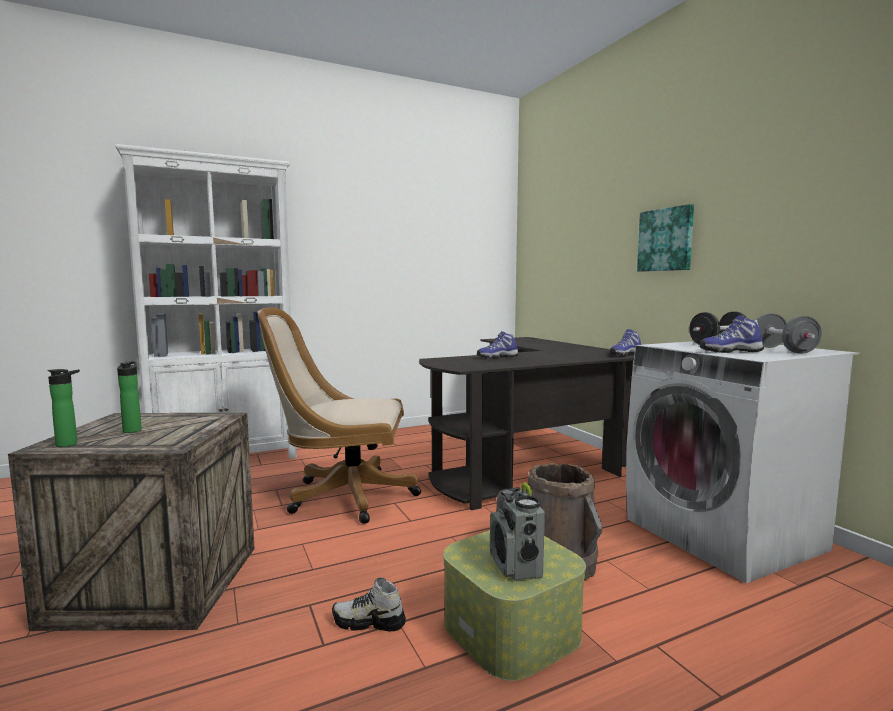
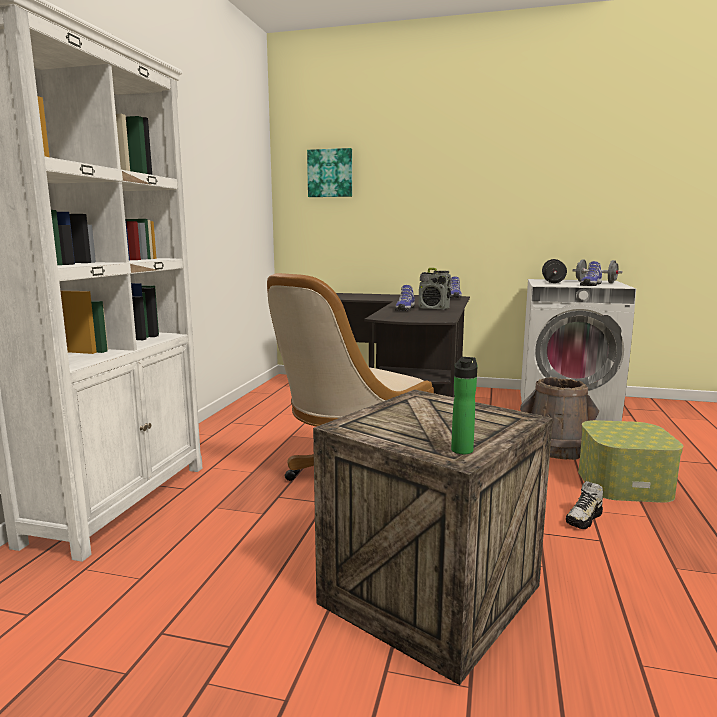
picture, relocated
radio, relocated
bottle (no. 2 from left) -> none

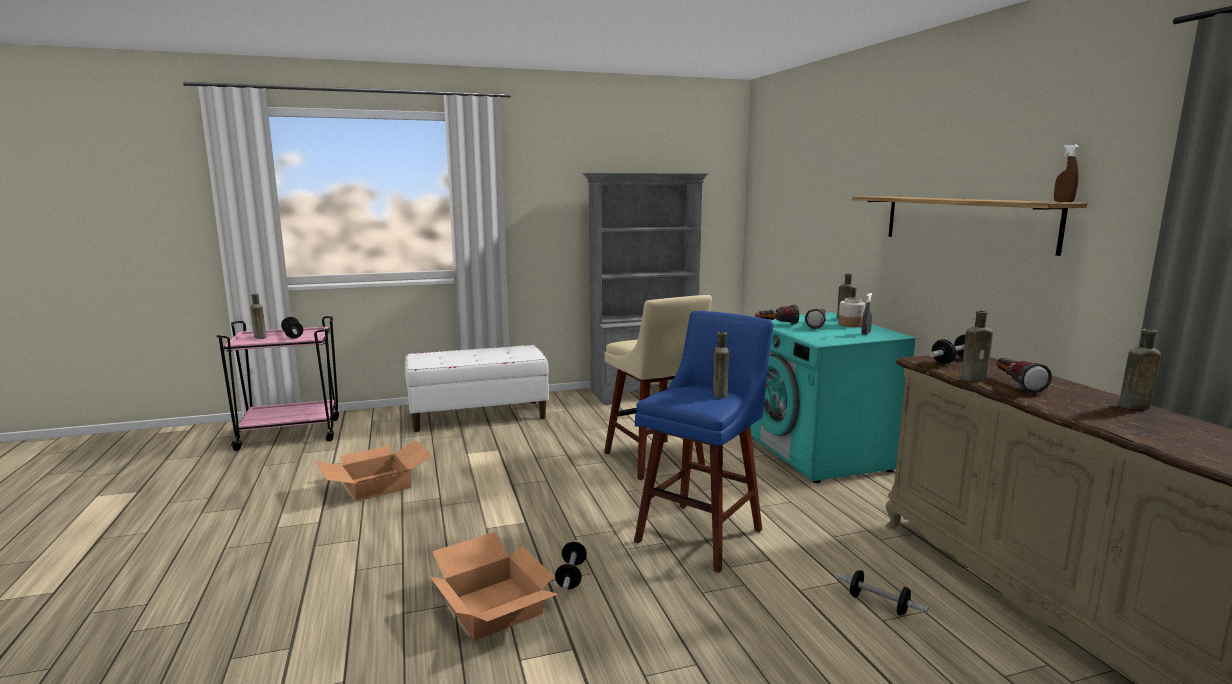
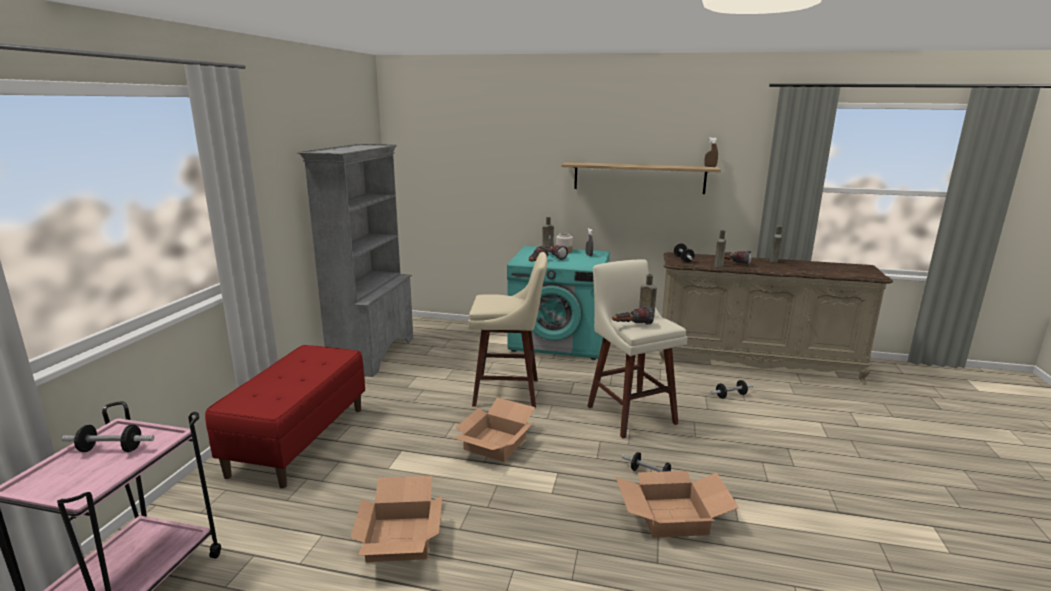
white bench -> red bench
none -> cardboard box (no. 2 from left)
blue stool -> beige stool (no. 2 from left)
none -> flashlight (no. 3 from left)
brown bottle (no. 1 from left) -> none

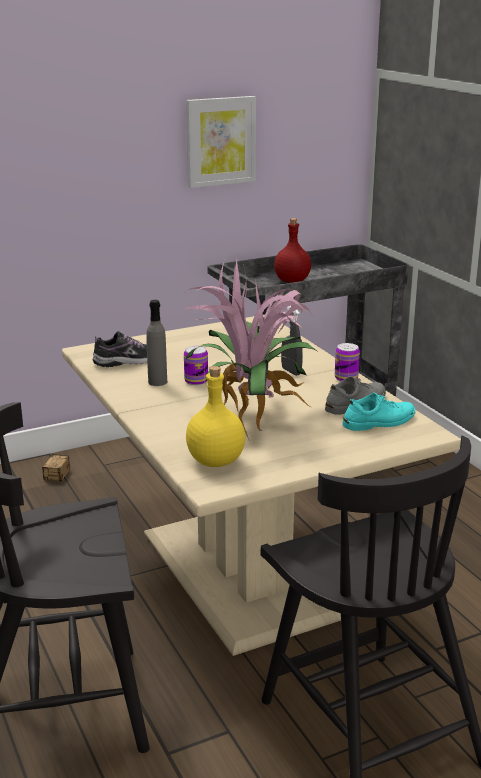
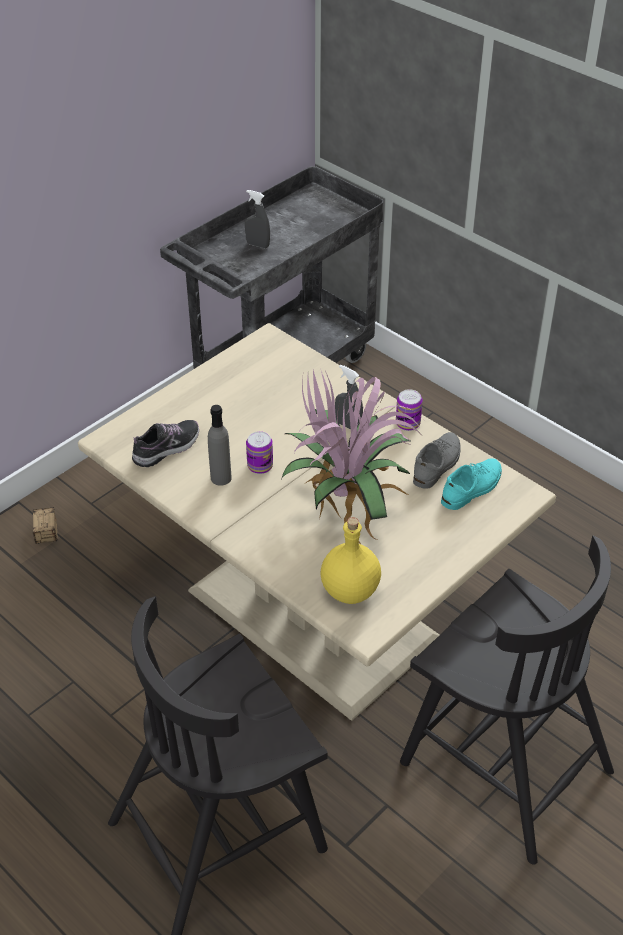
red bottle -> grey spray bottle (no. 1 from left)
picture -> none

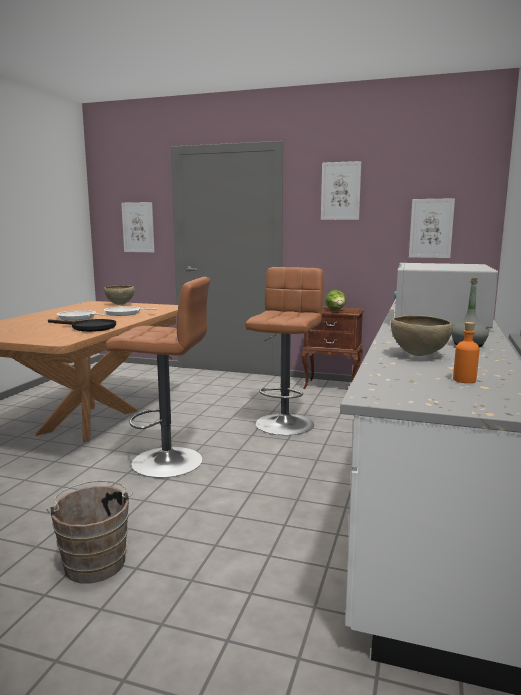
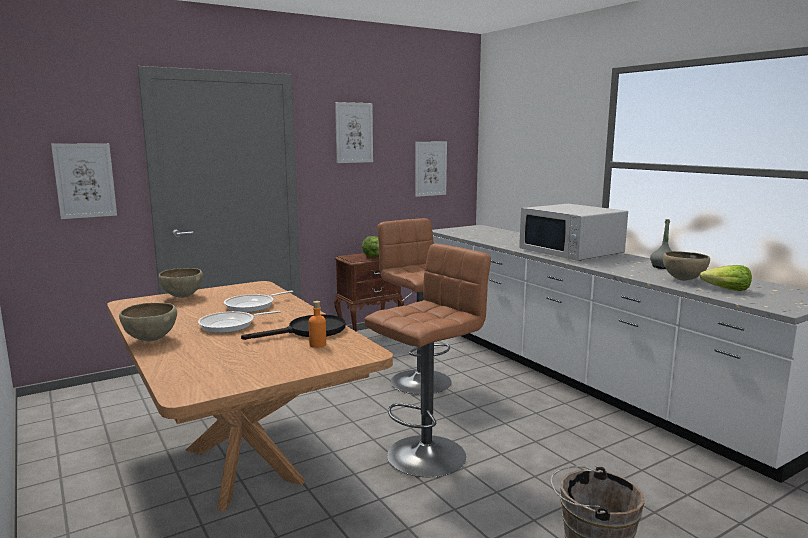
none -> brown bowl (no. 1 from left)
orange bottle, relocated
none -> lettuce (no. 2 from left)

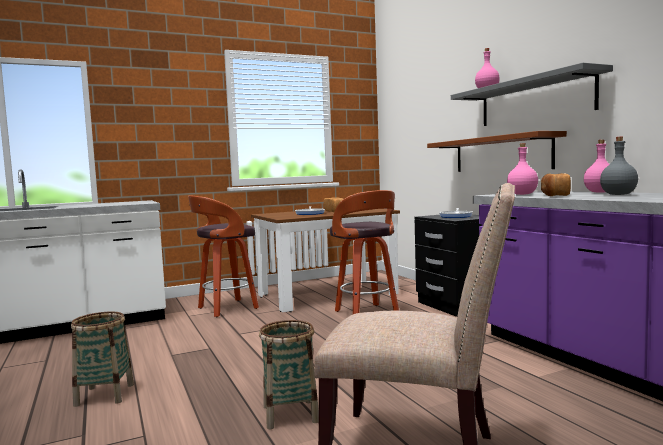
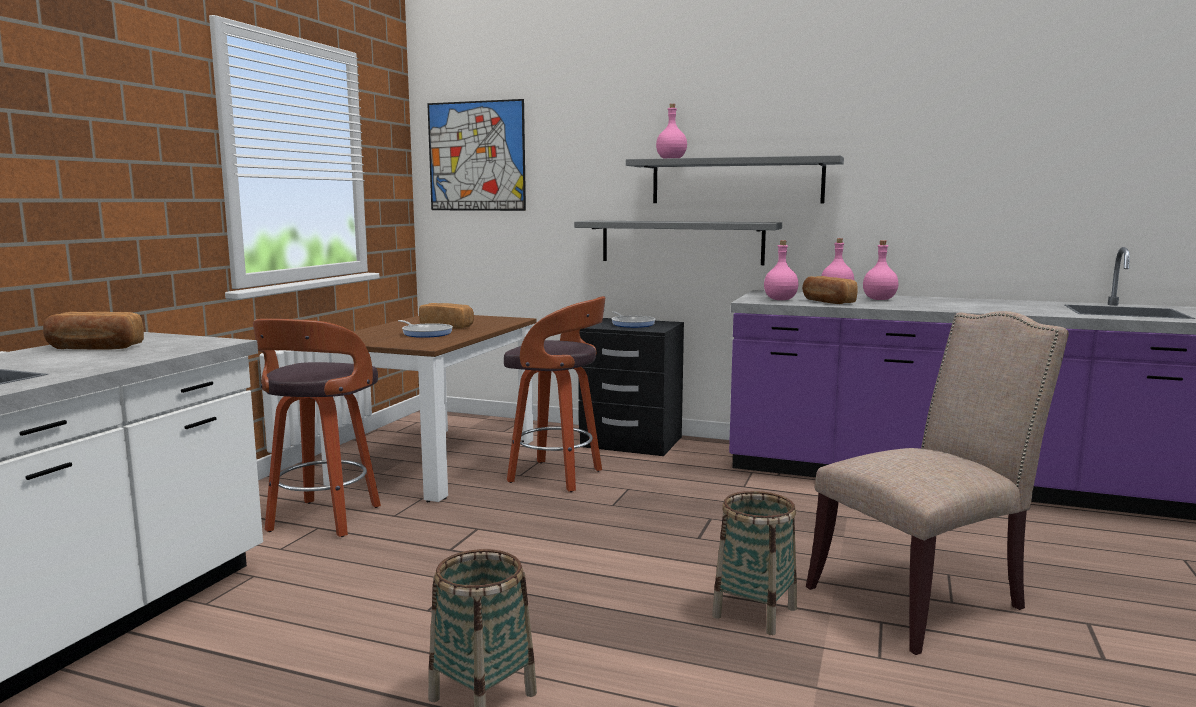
none -> bread (no. 1 from left)
none -> picture
brown shelf -> grey shelf (no. 1 from left)
grey bottle -> pink bottle (no. 4 from left)

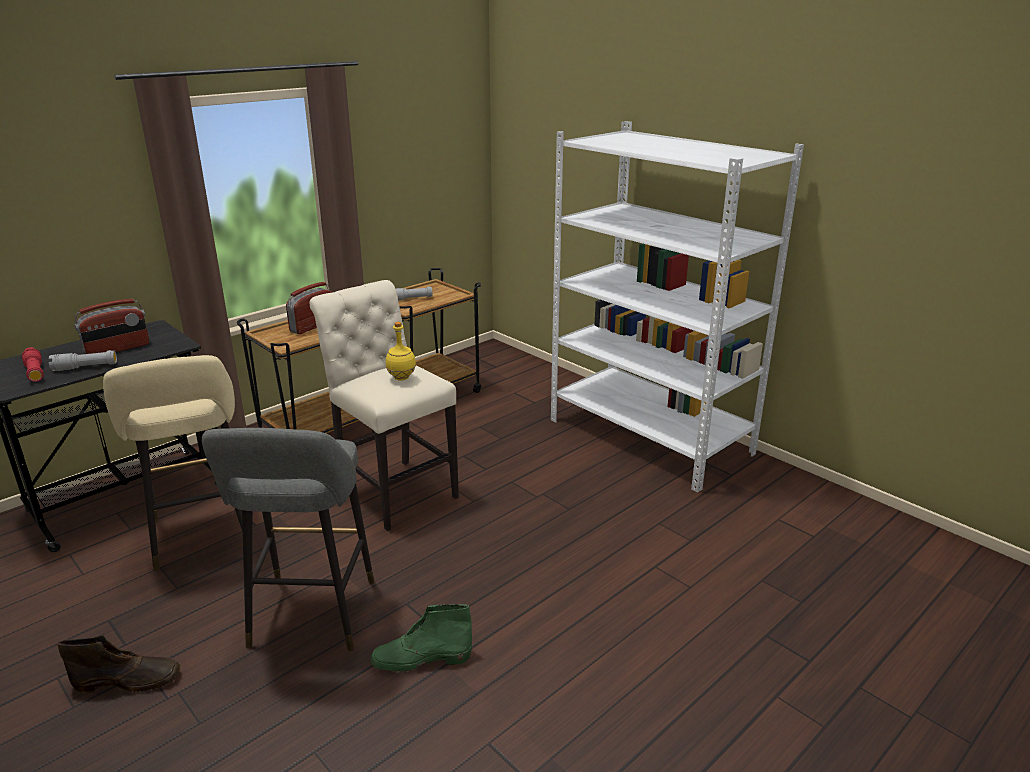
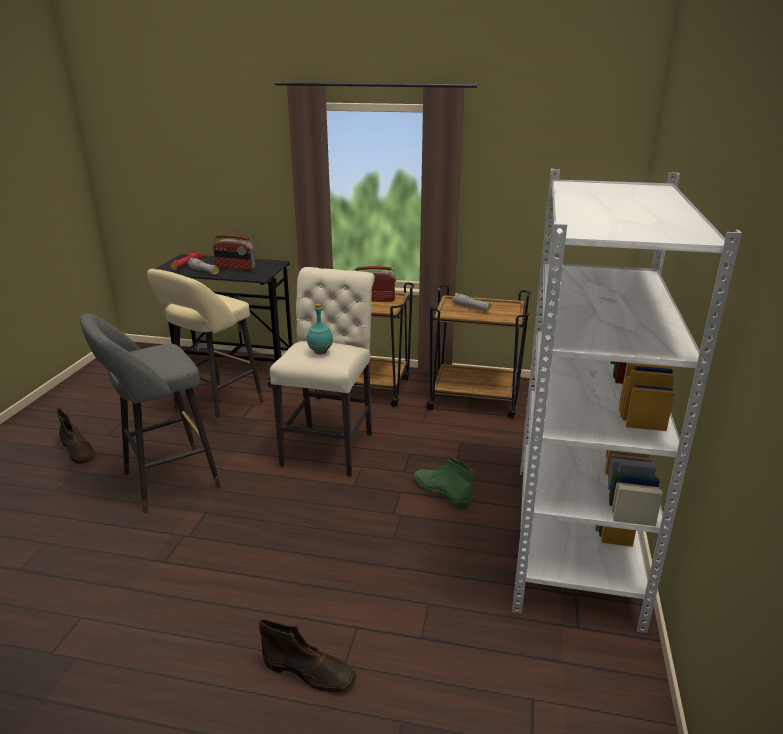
none -> brown boot (no. 2 from left)
yellow bottle -> turquoise bottle
green boot, relocated

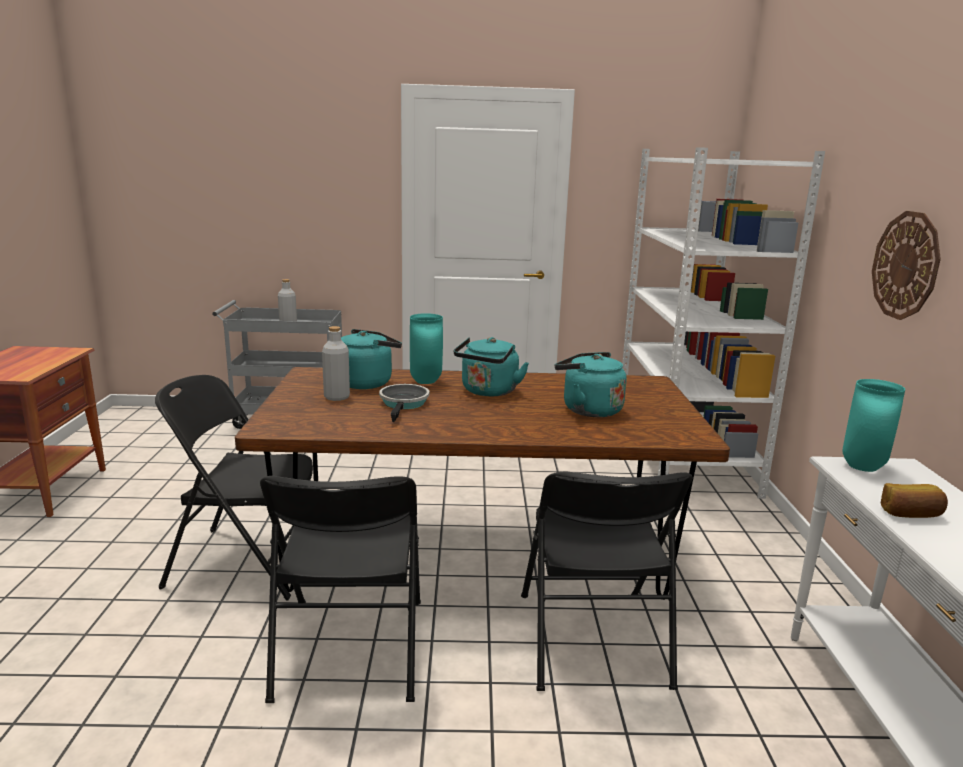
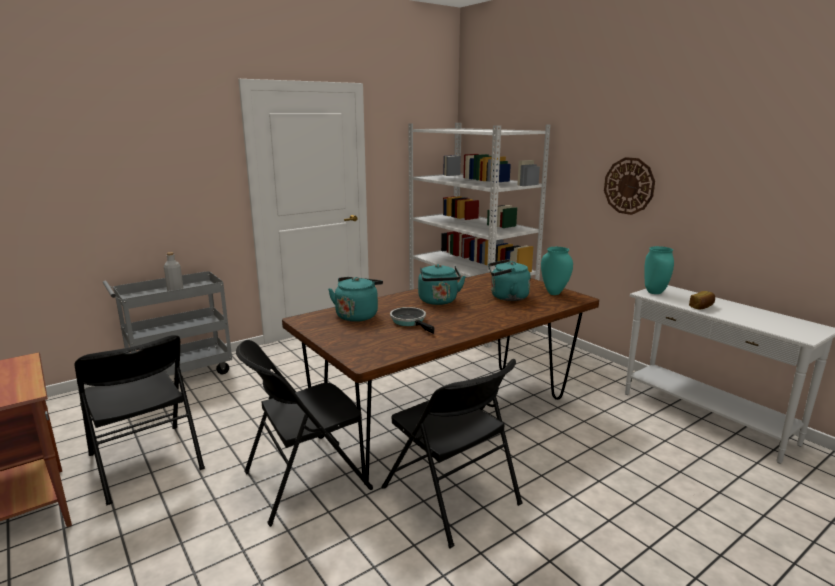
black chair (no. 3 from left in the first image) -> black chair (no. 1 from left), relocated
turquoise vase (no. 1 from left), relocated
grey bottle (no. 2 from left) -> none

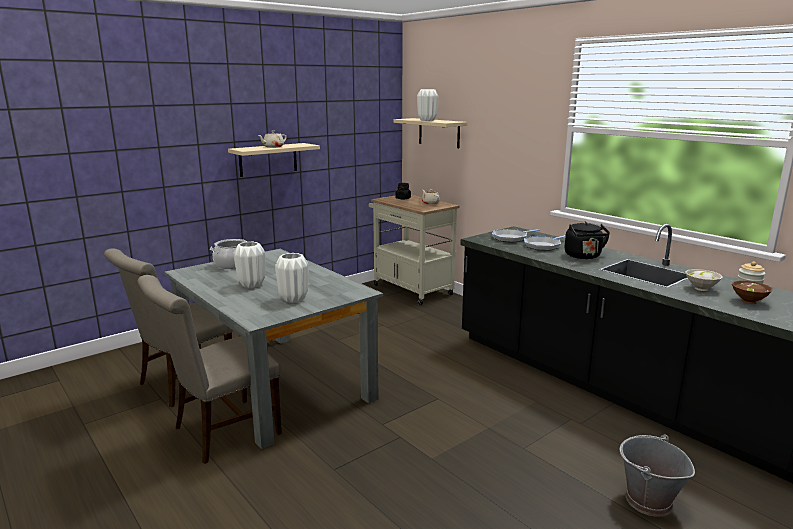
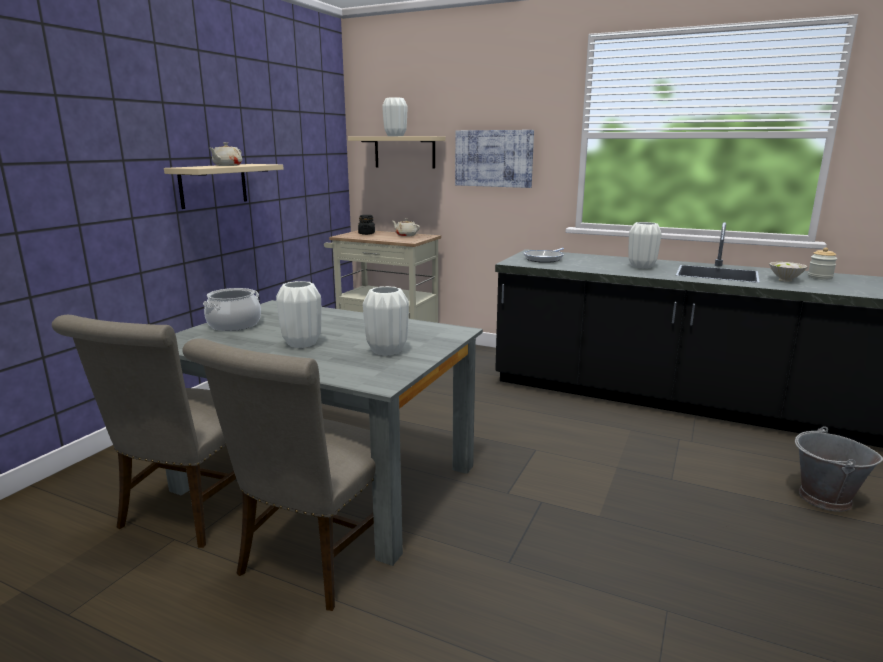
none -> picture
black kettle -> white vase (no. 4 from left)
frying pan (no. 2 from left) -> none
brown bowl -> none

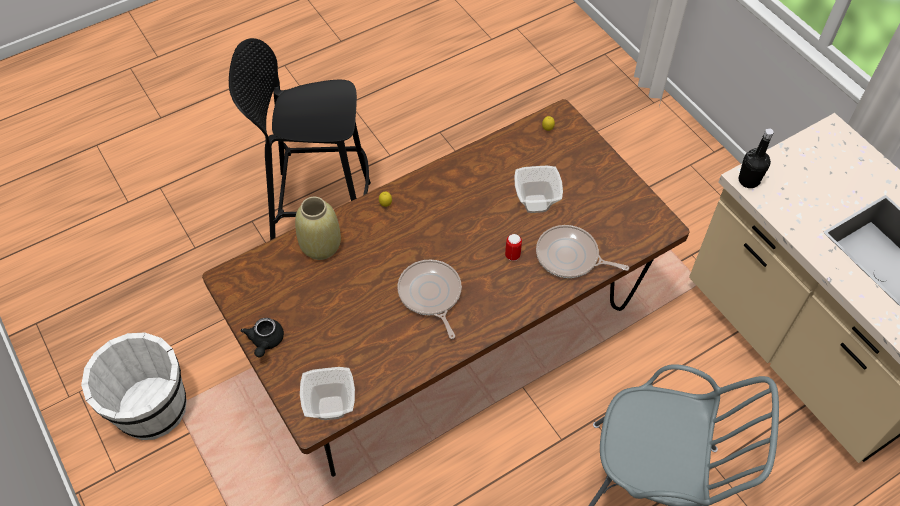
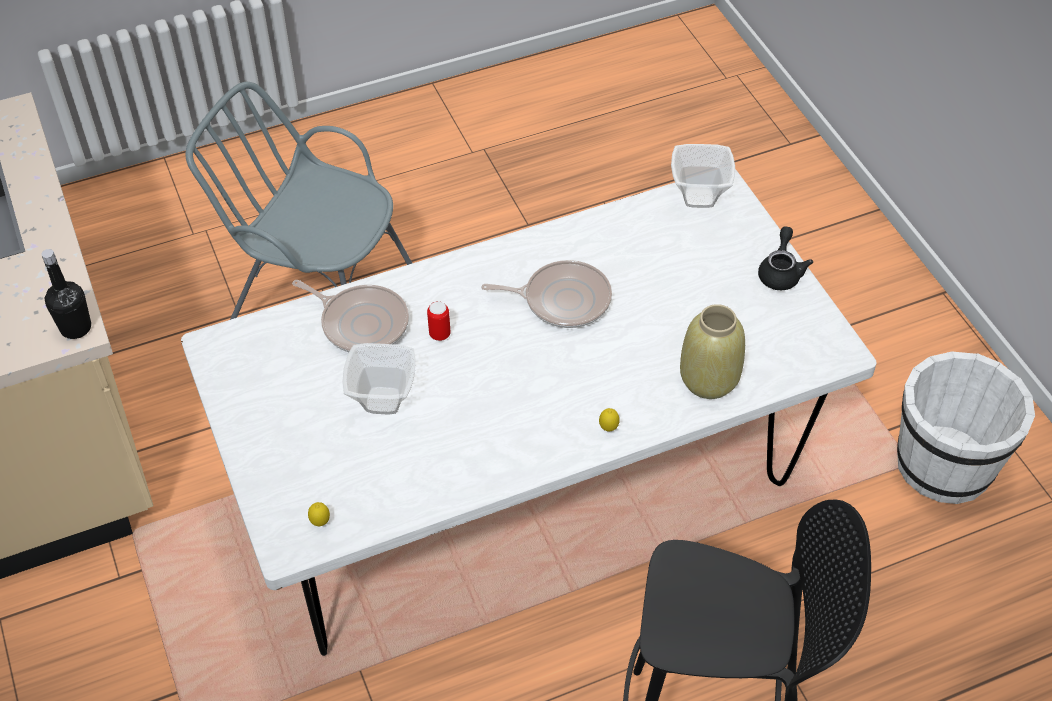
brown dining table -> white dining table
frying pan (no. 1 from left in the first image) -> frying pan (no. 2 from left), 75 degrees counterclockwise

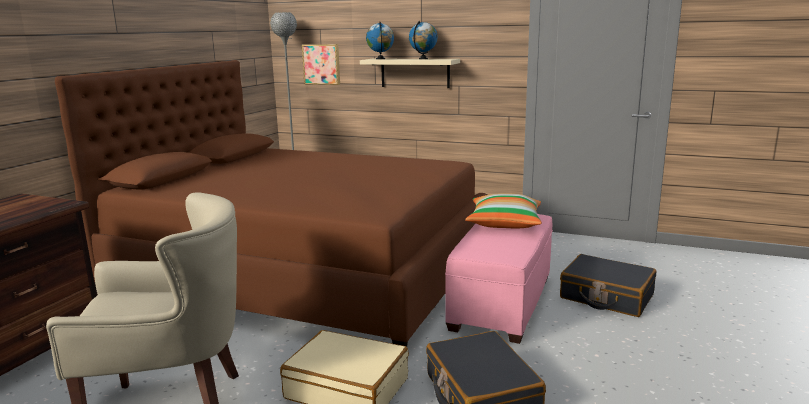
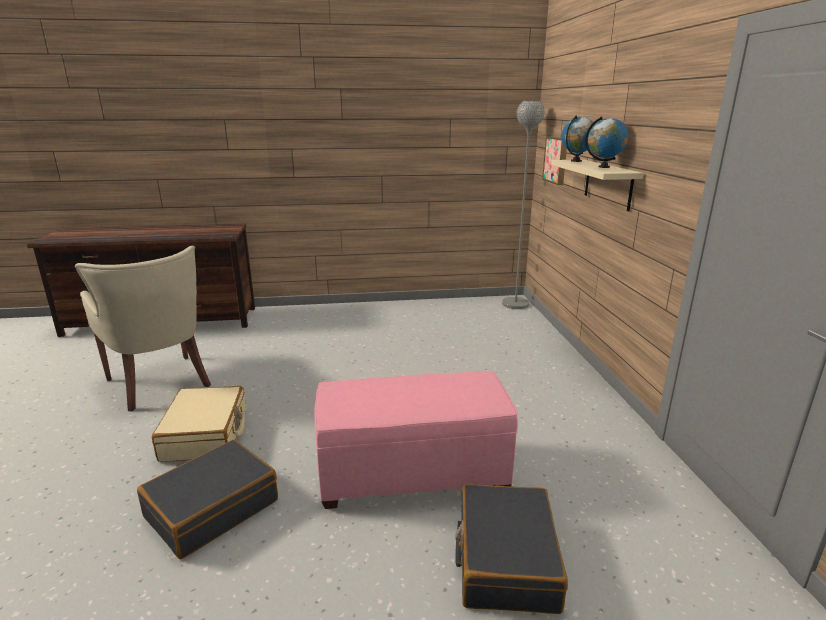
brown bed -> none
pillow -> none

